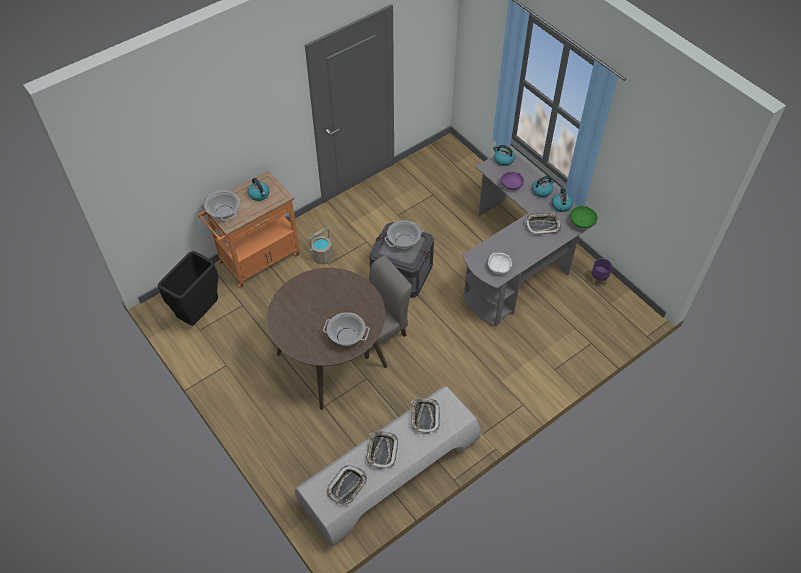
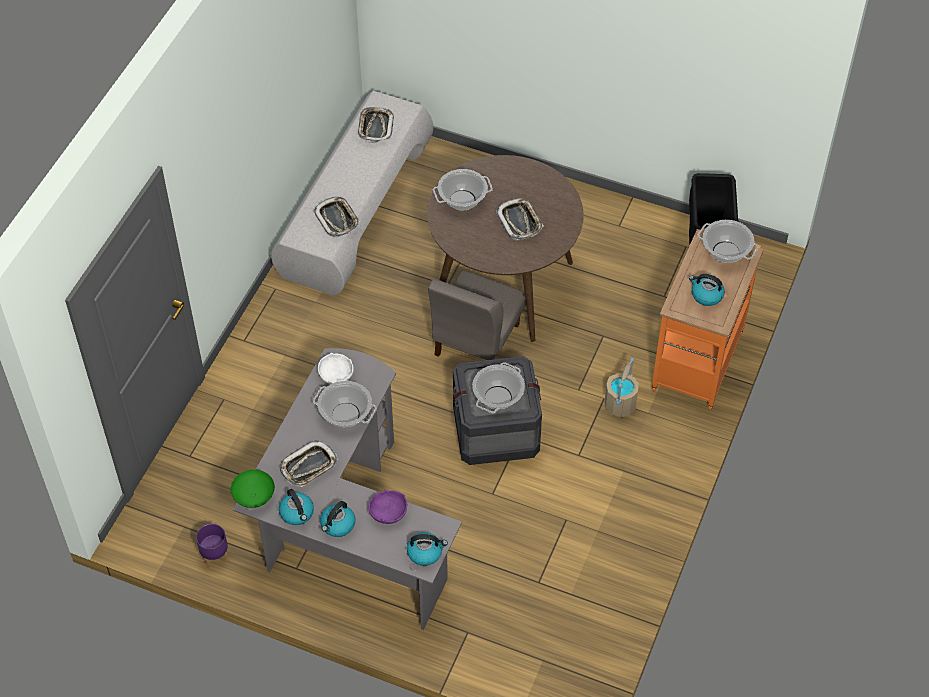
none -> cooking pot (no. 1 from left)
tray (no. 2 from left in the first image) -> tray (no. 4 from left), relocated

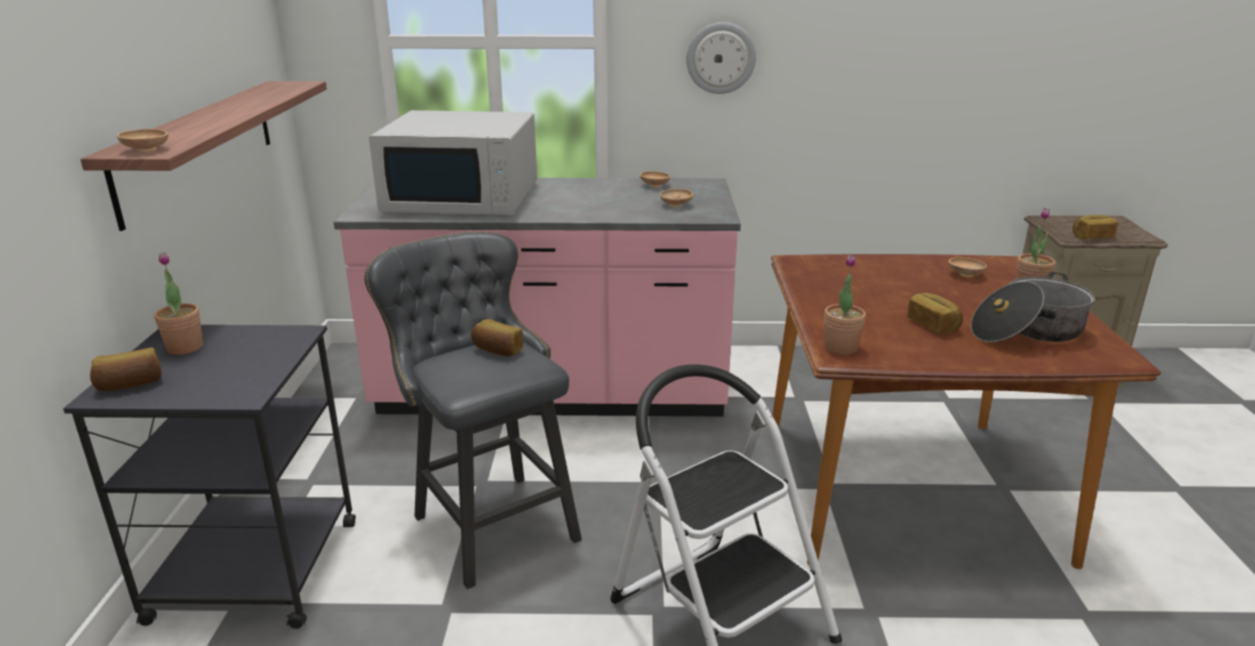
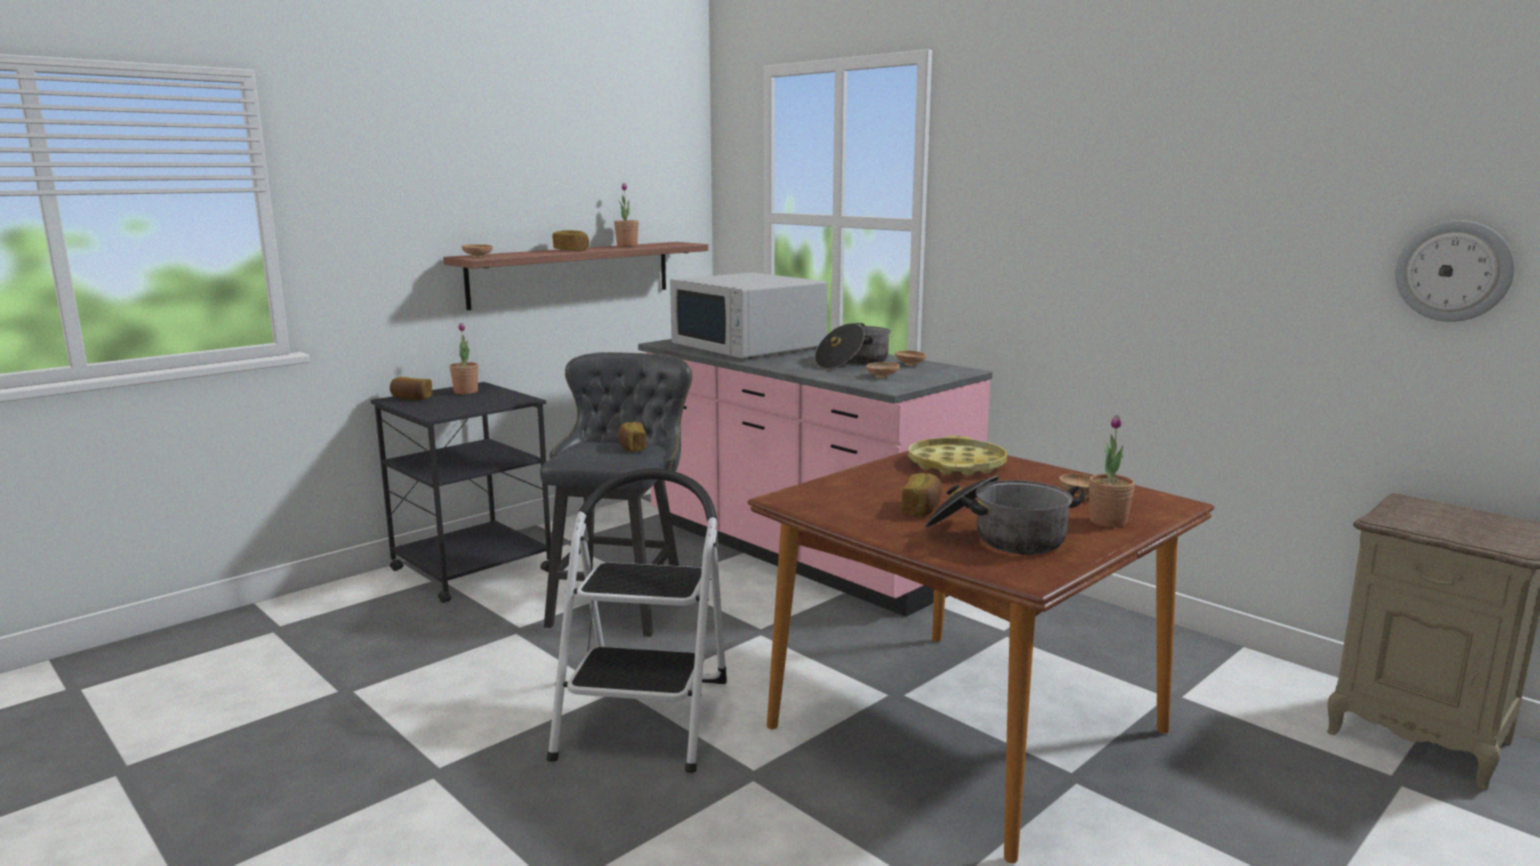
bread (no. 4 from left in the first image) -> bread (no. 2 from left), relocated
potted plant (no. 2 from left), relocated
none -> cooking pot (no. 1 from left)
none -> yellow tray
wall clock, relocated

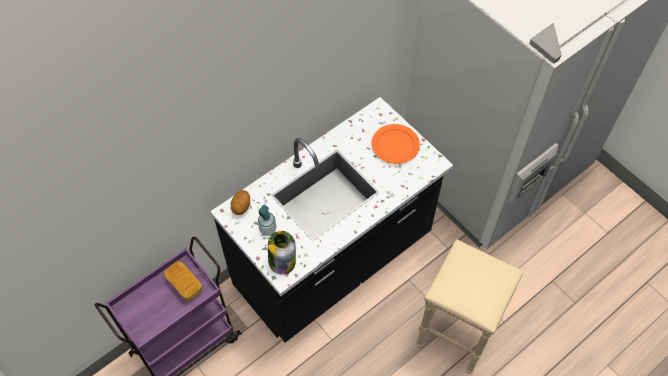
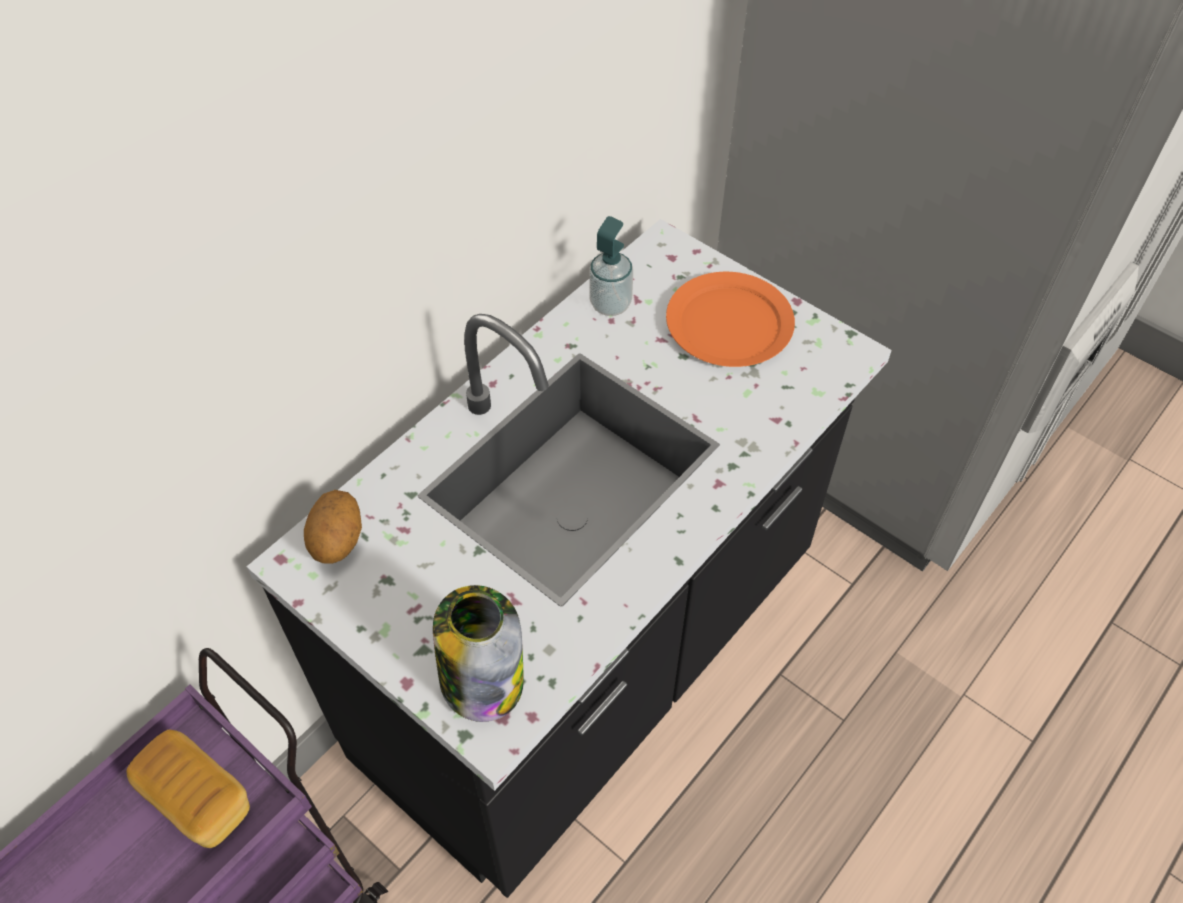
soap dispenser, relocated
beige stool -> none

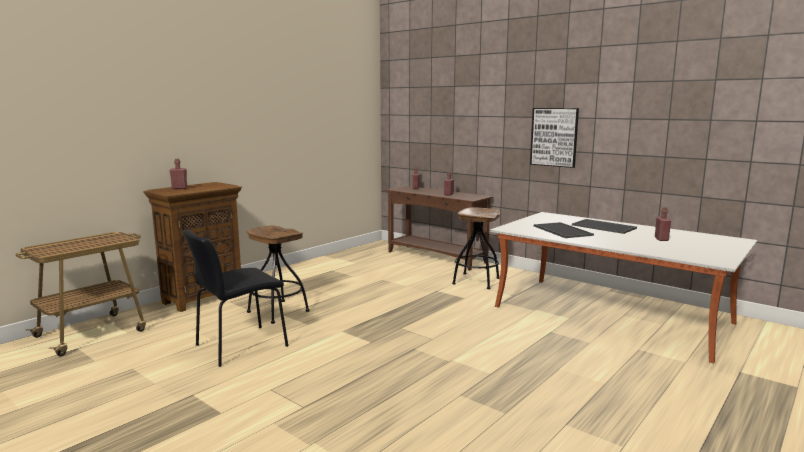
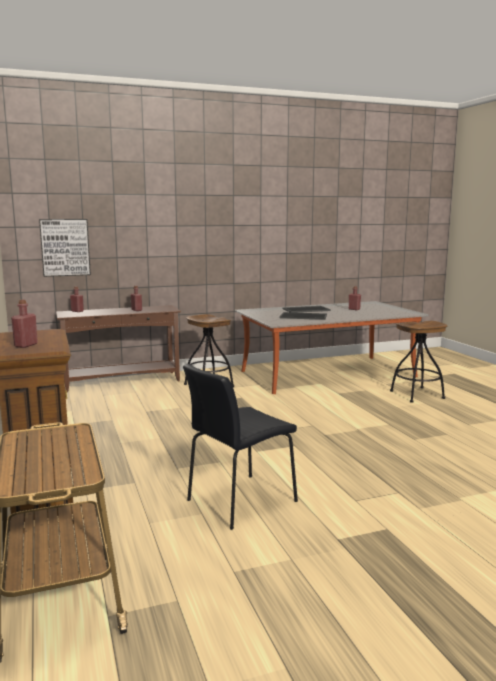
picture, relocated
black chair, 60 degrees clockwise
brown stool (no. 1 from left in the first image) -> brown stool (no. 2 from left), relocated

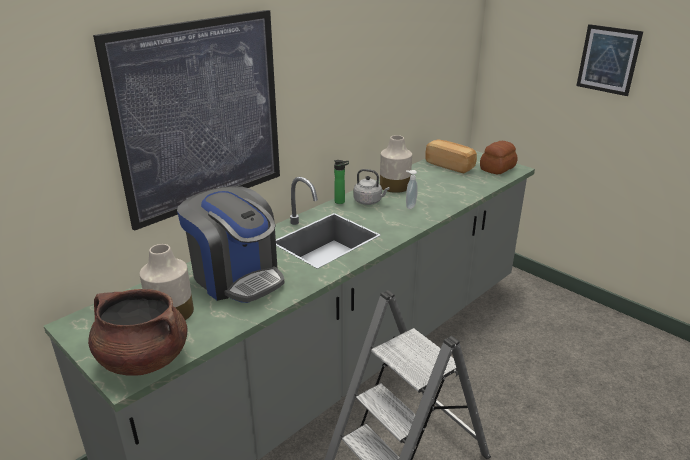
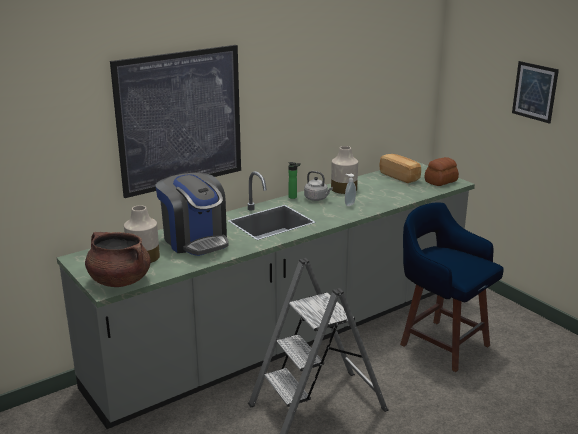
none -> blue stool

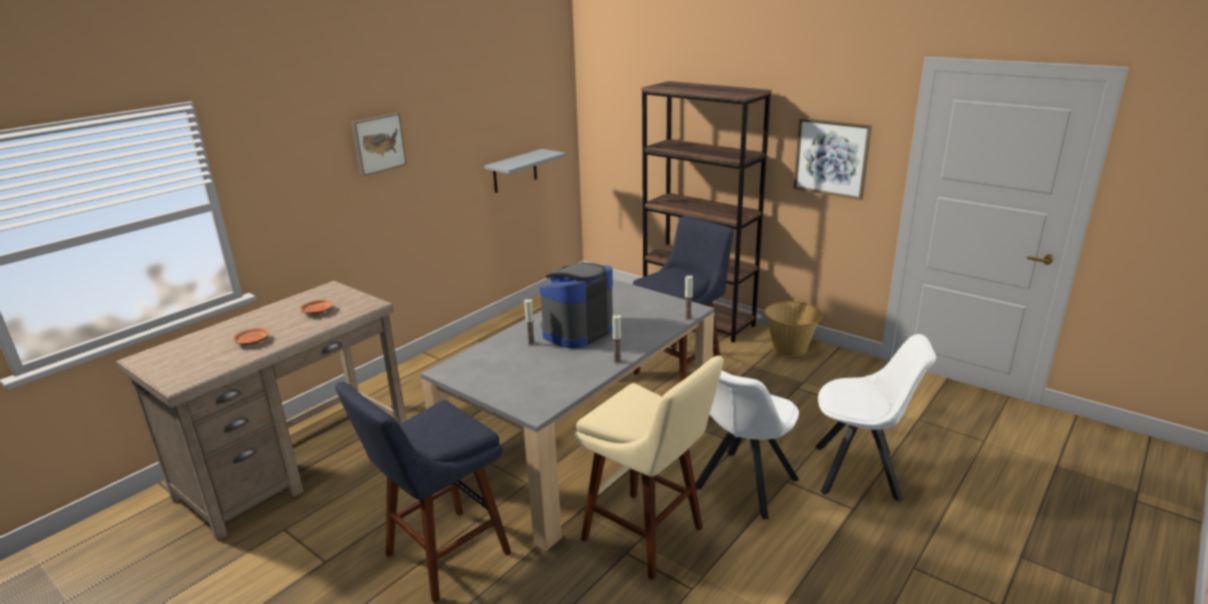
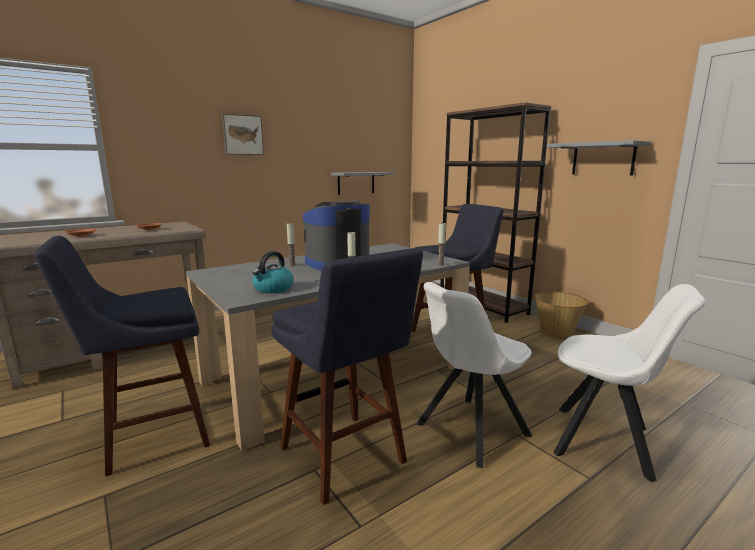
none -> kettle
beige stool -> blue stool (no. 2 from left)
picture (no. 2 from left) -> grey shelf (no. 2 from left)

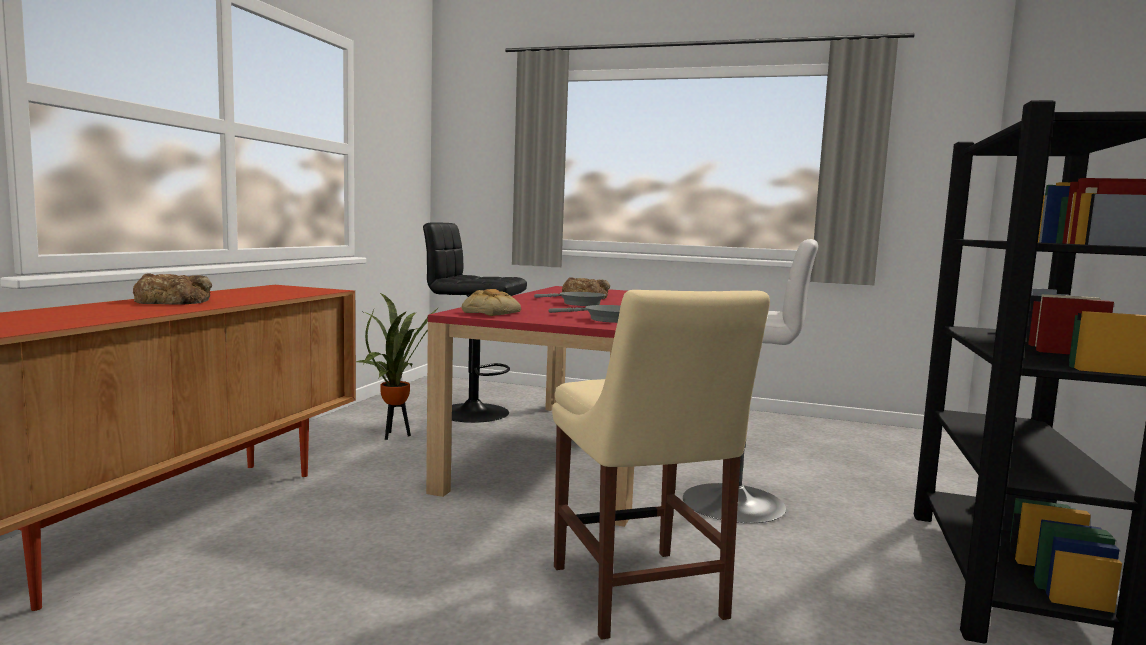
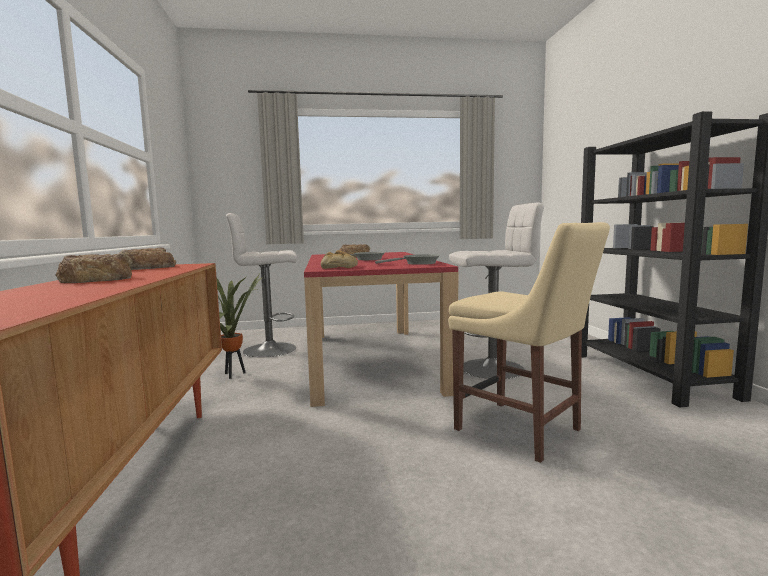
none -> bread (no. 2 from left)
black stool -> white stool (no. 1 from left)

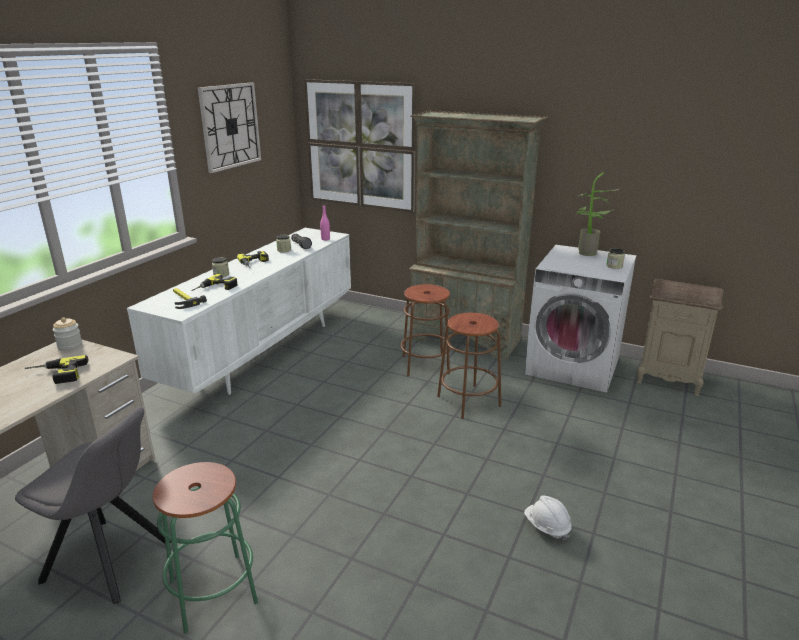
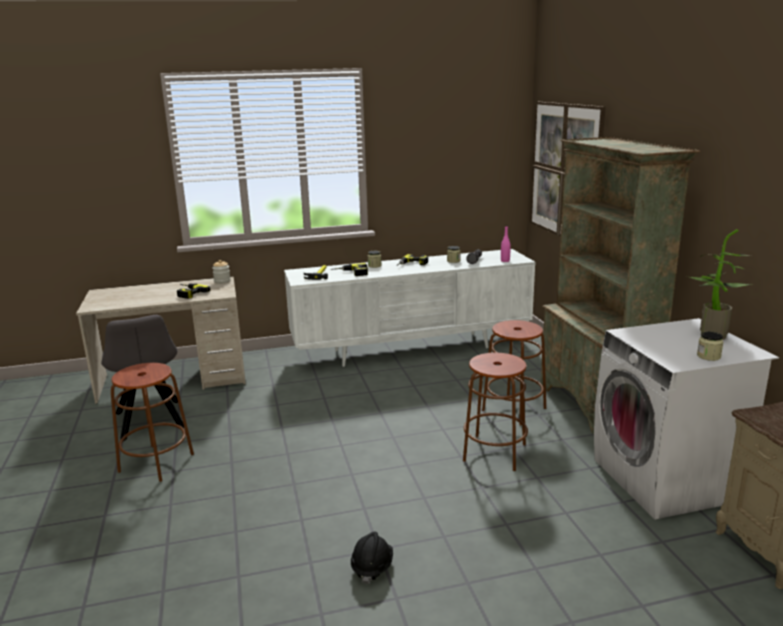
green stool -> brown stool (no. 1 from left)
white hard hat -> black hard hat
wall clock -> none

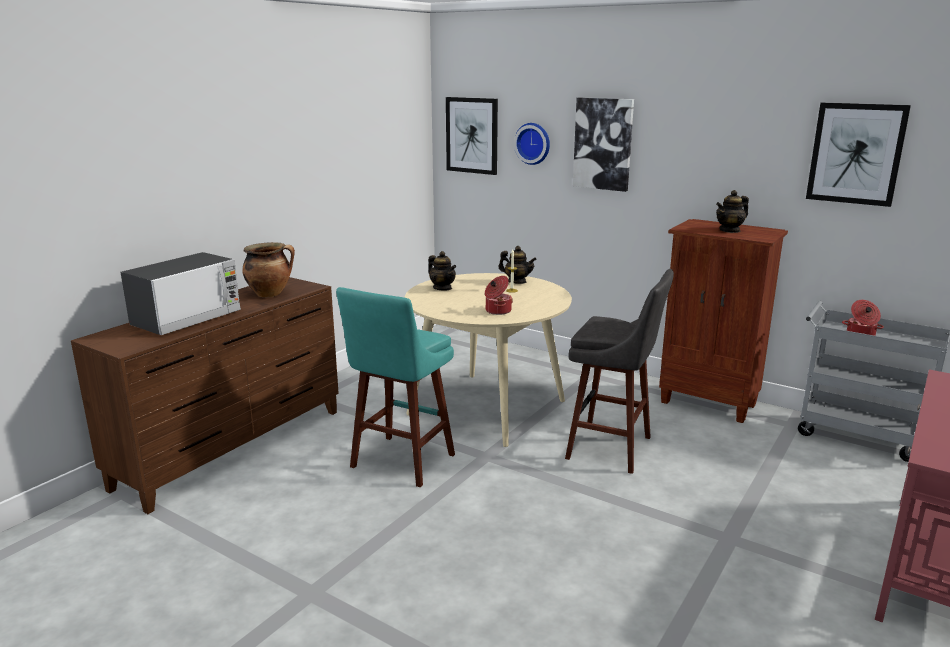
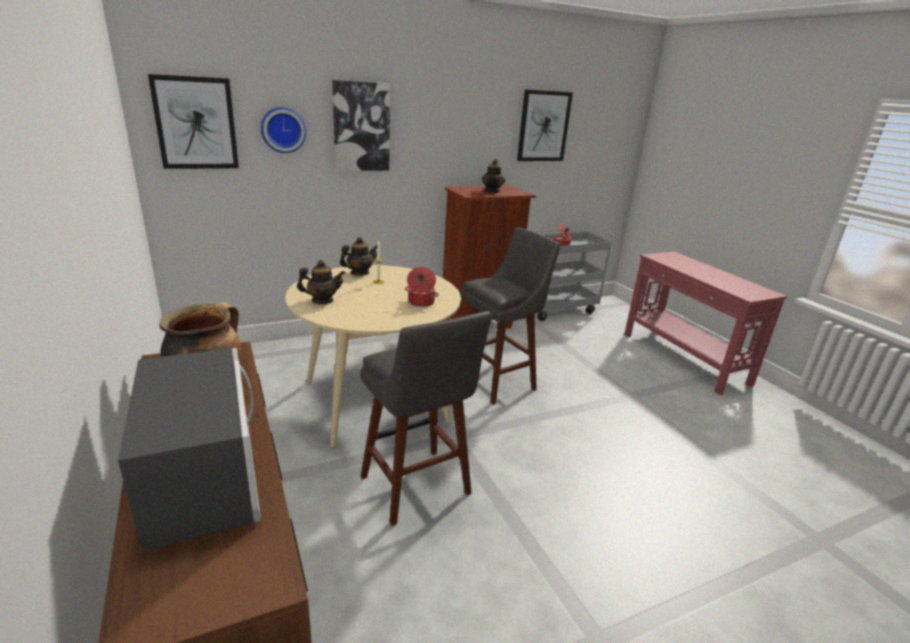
turquoise stool -> grey stool (no. 1 from left)

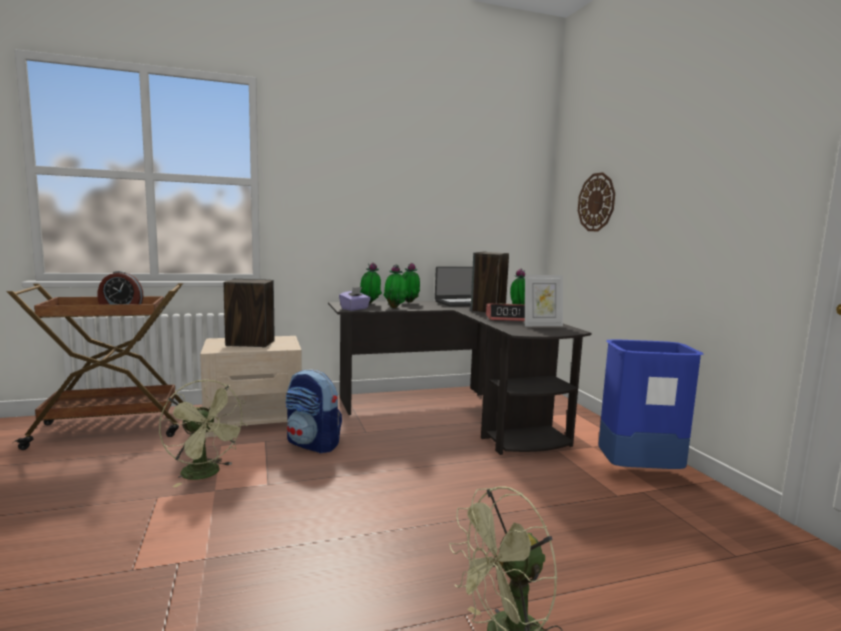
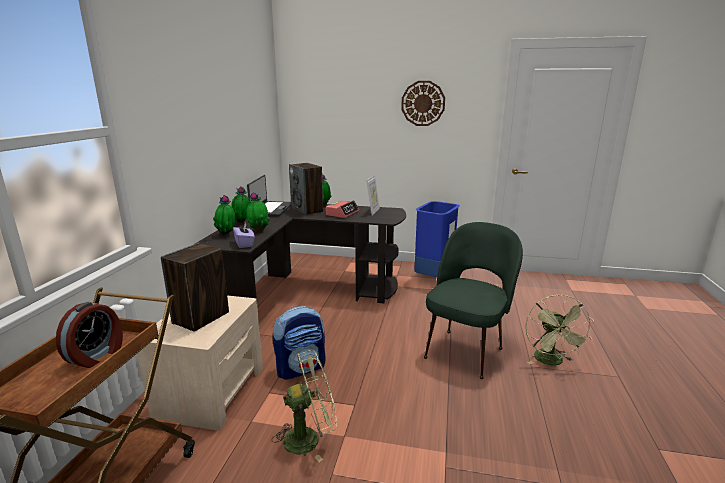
wall clock, relocated
none -> green chair

